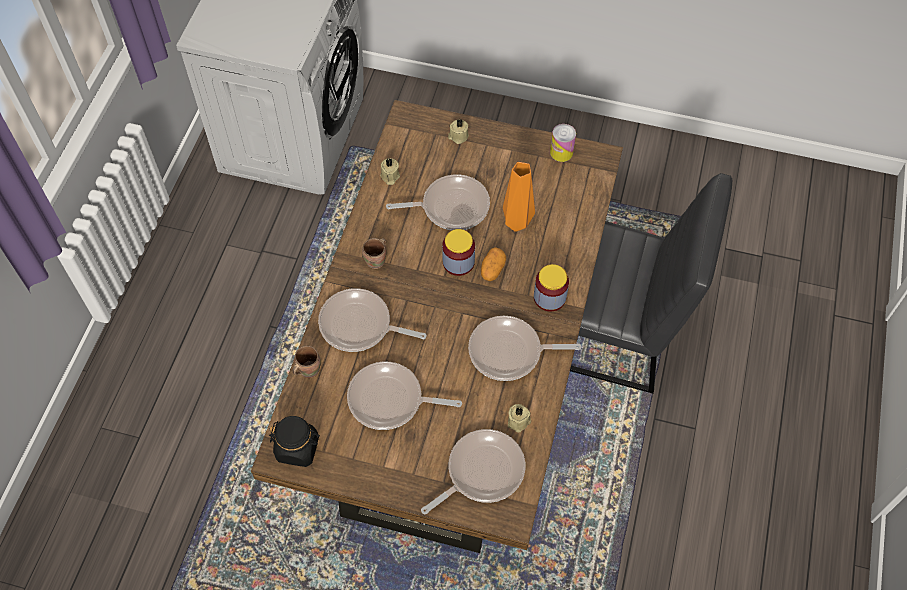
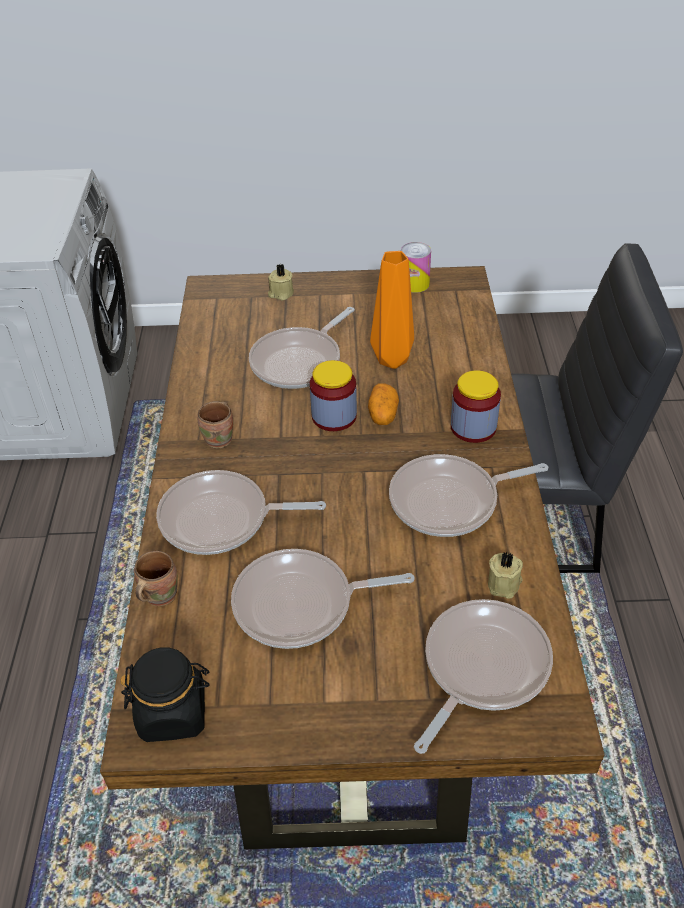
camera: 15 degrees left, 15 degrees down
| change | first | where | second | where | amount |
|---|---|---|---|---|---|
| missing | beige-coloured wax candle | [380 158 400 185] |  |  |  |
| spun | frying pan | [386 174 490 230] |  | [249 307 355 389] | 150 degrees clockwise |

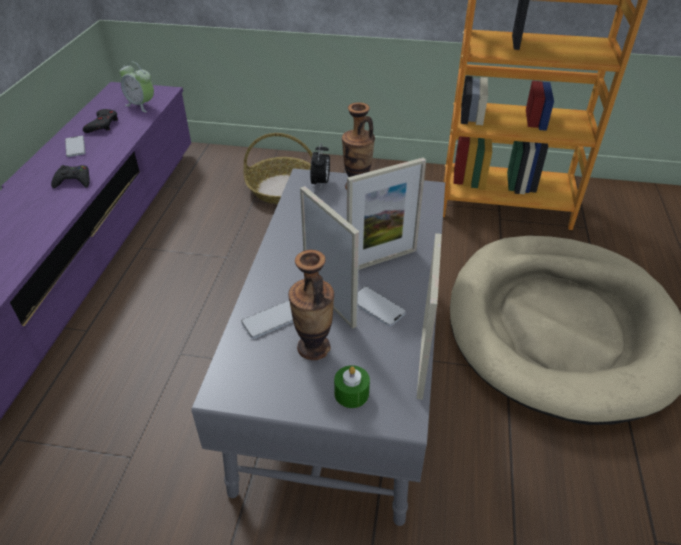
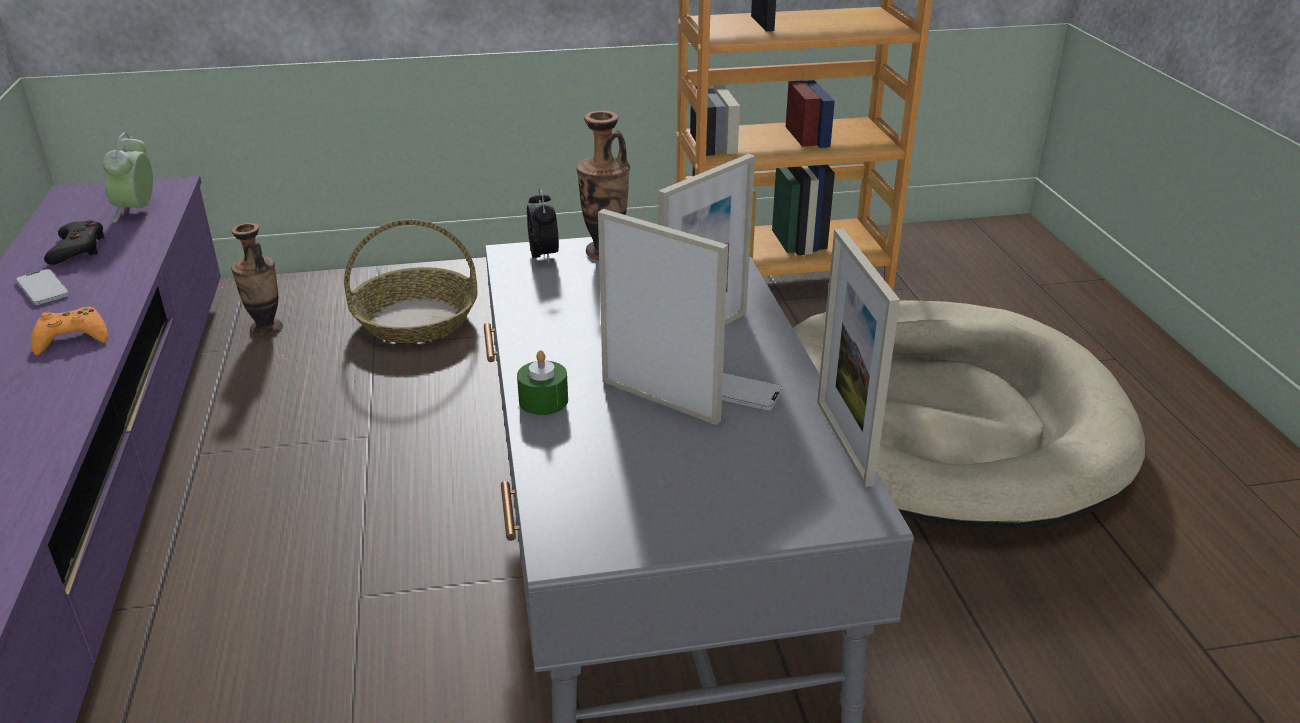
camera: 20 degrees left, 10 degrees down
| change | first | where | second | where | amount |
|---|---|---|---|---|---|
| spun | bedside clock | [120 61 154 112] |  | [103 133 153 223] | 75 degrees clockwise |
| colour | black gamepad | [51 165 90 189] | orange-coloured gamepad | [31 307 108 355] |  |
| relocated | vase | [288 250 334 360] |  | [231 223 283 337] |  |
| missing | phone | [241 300 293 339] |  |  |  |
| relocated | green wax candle | [334 365 370 408] |  | [517 350 568 415] |  |

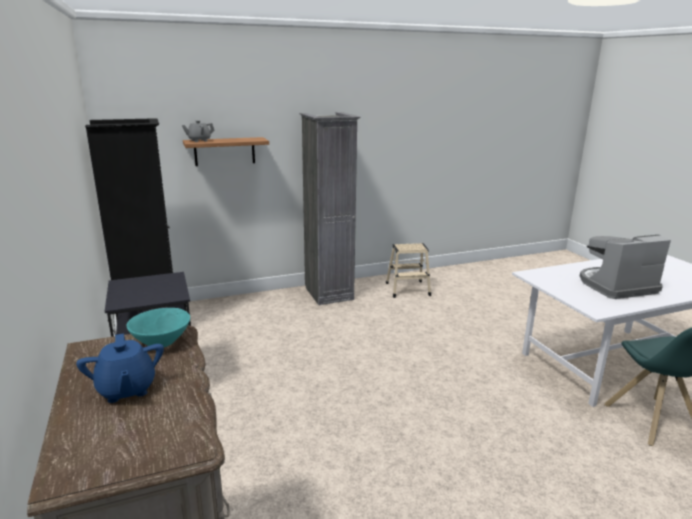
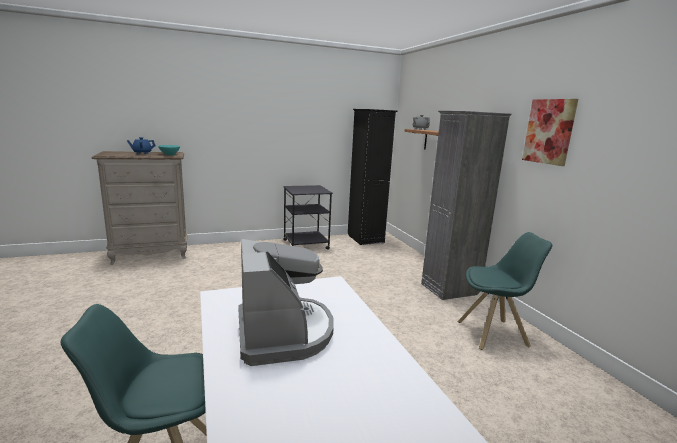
camera: 90 degrees right, 5 degrees down
| change | first | where | second | where | amount |
|---|---|---|---|---|---|
| exchanged | beige-coloured step ladder | [386 243 431 298] | turquoise-coloured upright chair | [457 232 552 350] |  |
| appeared |  |  | picture | [522 99 578 166] |  |

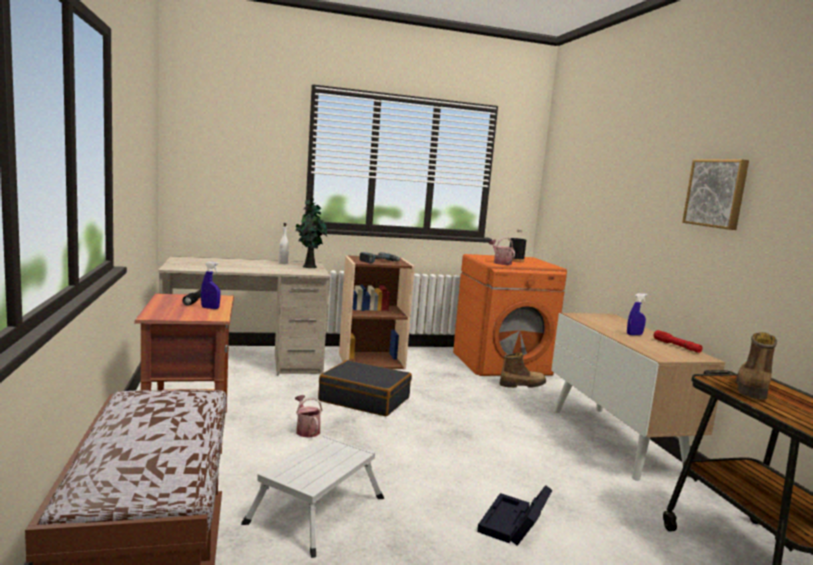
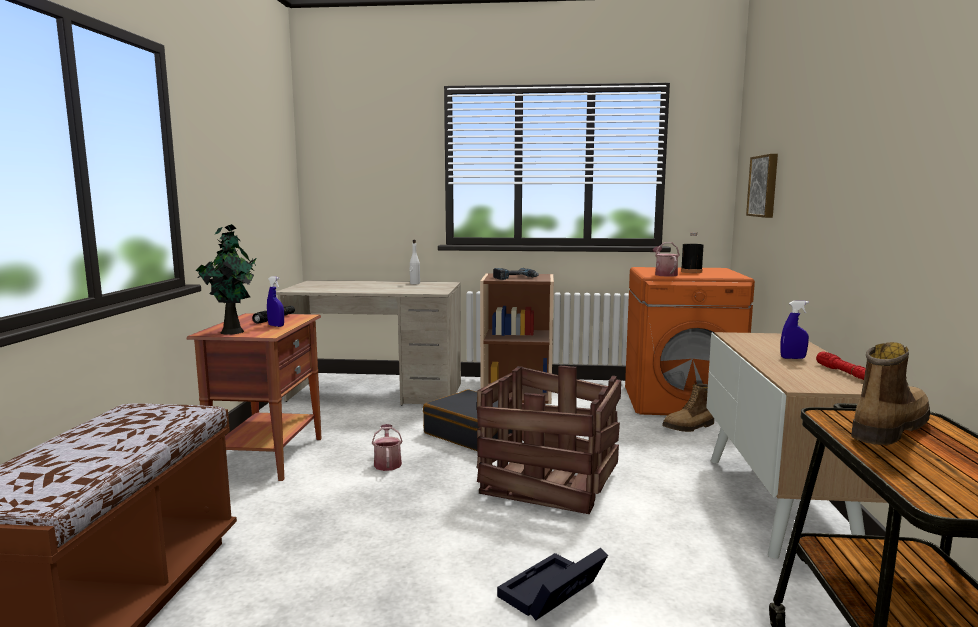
camera: 20 degrees right, 0 degrees up
| change | first | where | second | where | amount |
|---|---|---|---|---|---|
| relocated | picture | [682 159 749 230] |  | [746 154 778 218] |  |
| relocated | potted plant | [295 198 327 268] |  | [196 224 256 335] |  |
| spun | tall boot | [499 353 546 388] |  | [662 384 714 432] | 150 degrees clockwise |
| missing | white step ladder | [241 436 384 558] |  |  |  |
| appeared |  |  | packing crate | [477 365 621 514] |  |

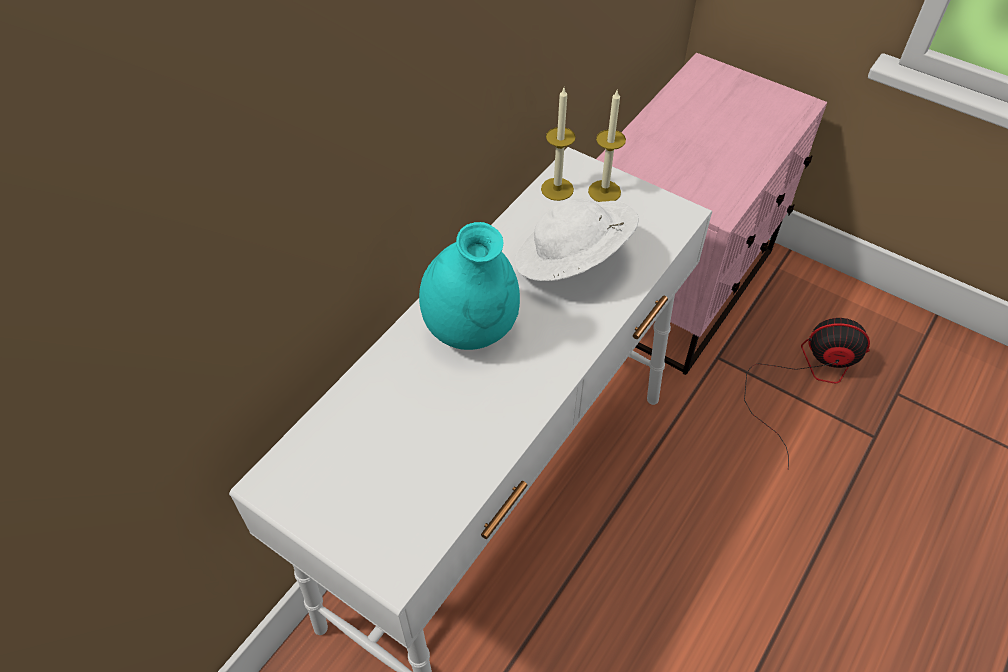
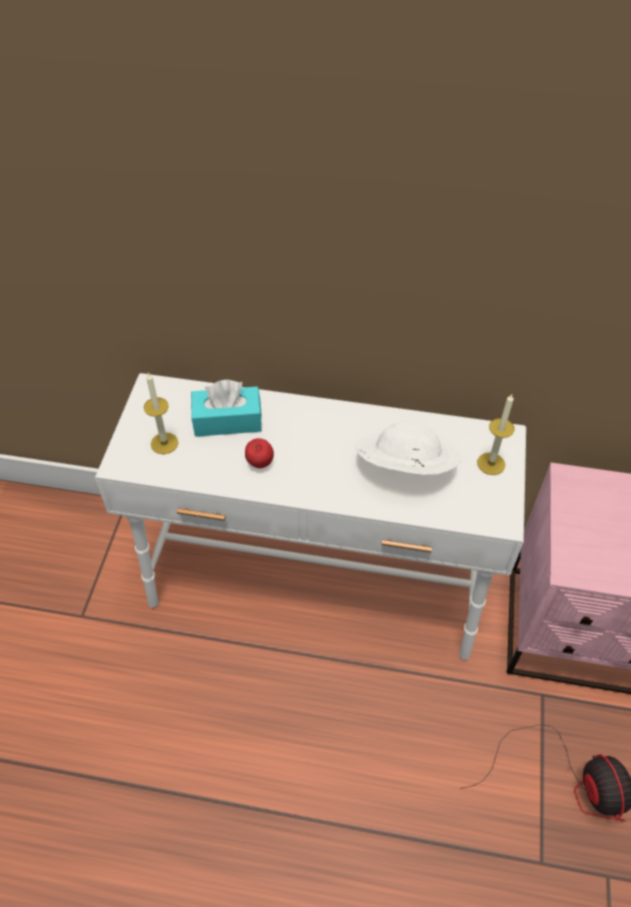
camera: 65 degrees right, 0 degrees up
| change | first | where | second | where | amount |
|---|---|---|---|---|---|
| relocated | wax candle | [541 88 576 201] |  | [144 373 178 454] |  |
| missing | turquoise-coloured vase | [419 222 520 350] |  |  |  |
| appeared |  |  | turquoise-coloured tissue box | [191 380 262 437] |  |
| appeared |  |  | apple fruit | [245 438 274 468] |  |

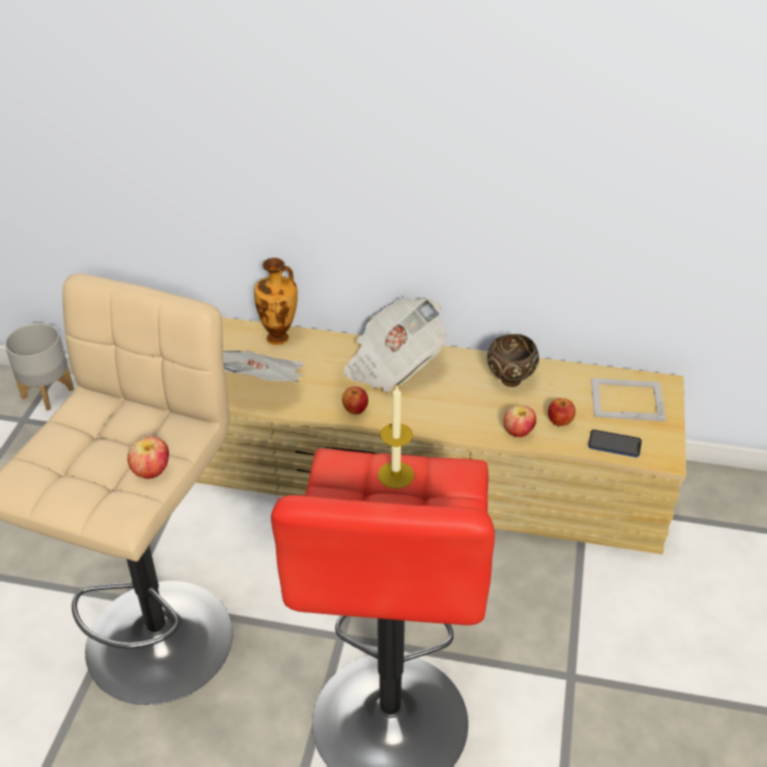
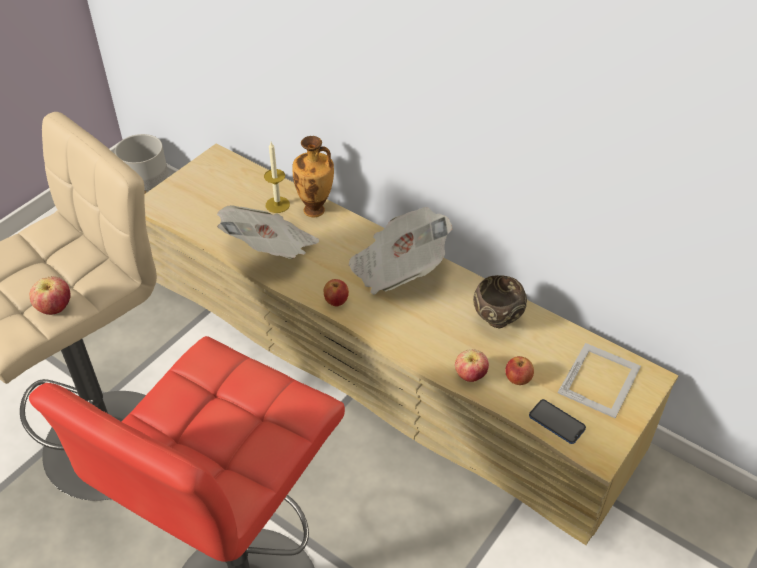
camera: 25 degrees right, 5 degrees up
| change | first | where | second | where | amount |
|---|---|---|---|---|---|
| spun | picture frame | [591 378 666 422] |  | [558 343 641 418] | 90 degrees clockwise |
| relocated | wax candle | [378 386 414 489] |  | [264 142 290 213] |  |

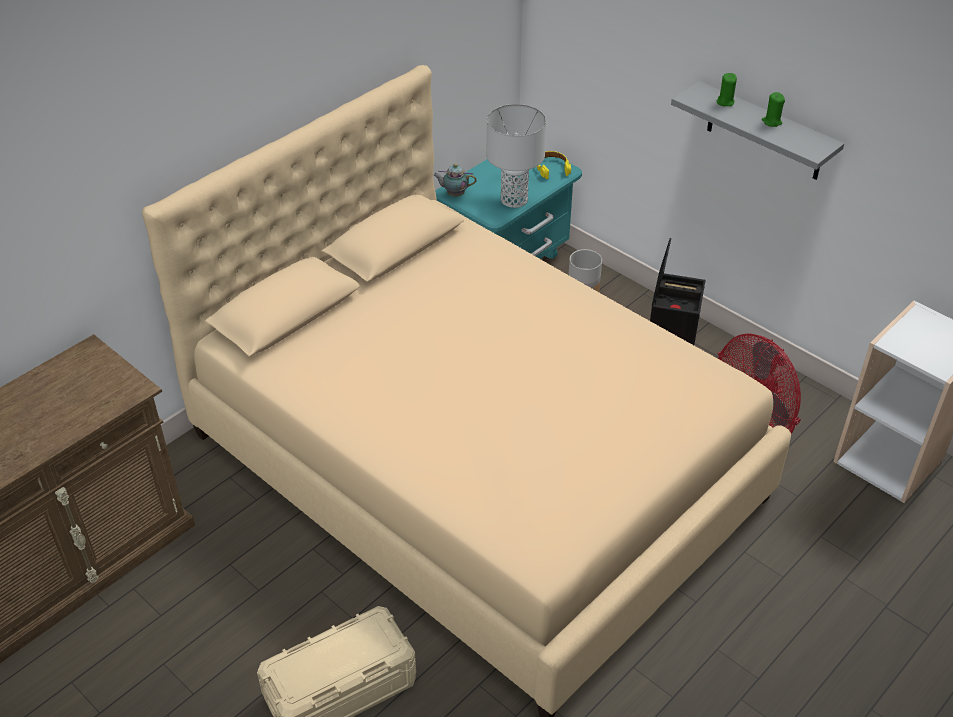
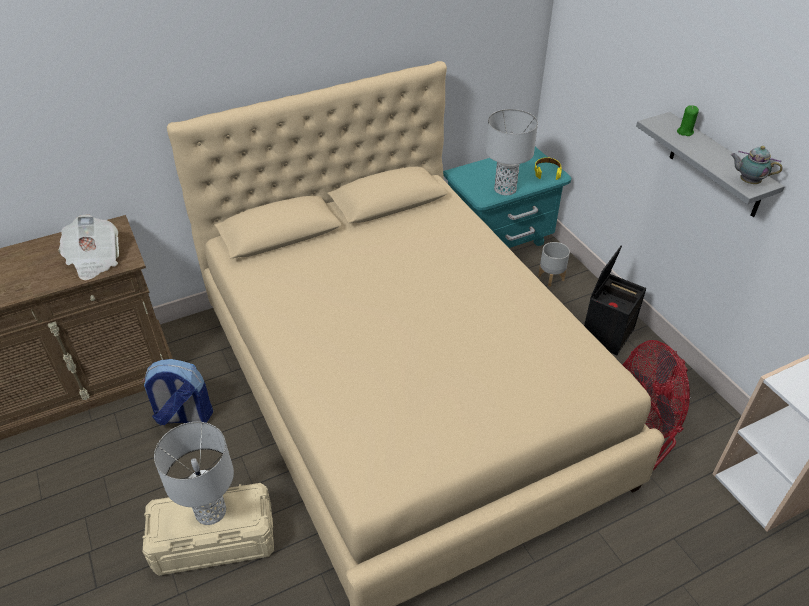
camera: 20 degrees right, 0 degrees up
| change | first | where | second | where | amount |
|---|---|---|---|---|---|
| missing | green wax candle | [762 92 785 127] |  |  |  |
| relocated | pot for tea | [433 164 477 197] |  | [731 146 783 184] |  |
| appeared |  |  | daily paper | [59 214 119 280] |  |
| appeared |  |  | rucksack | [142 359 213 425] |  |
| appeared |  |  | white tabletop lamp | [154 422 234 525] |  |

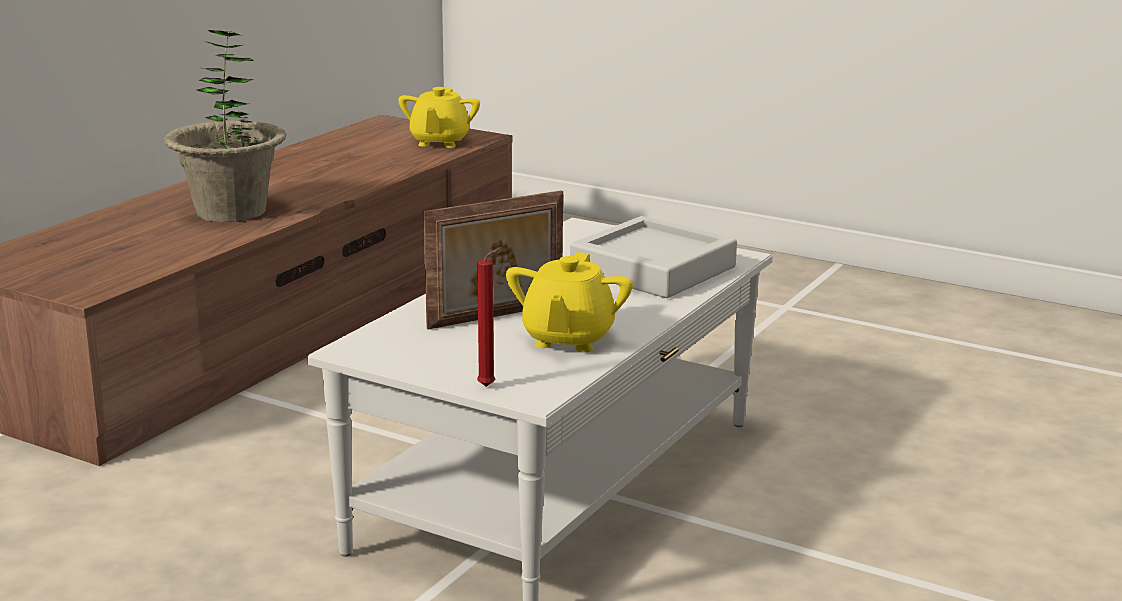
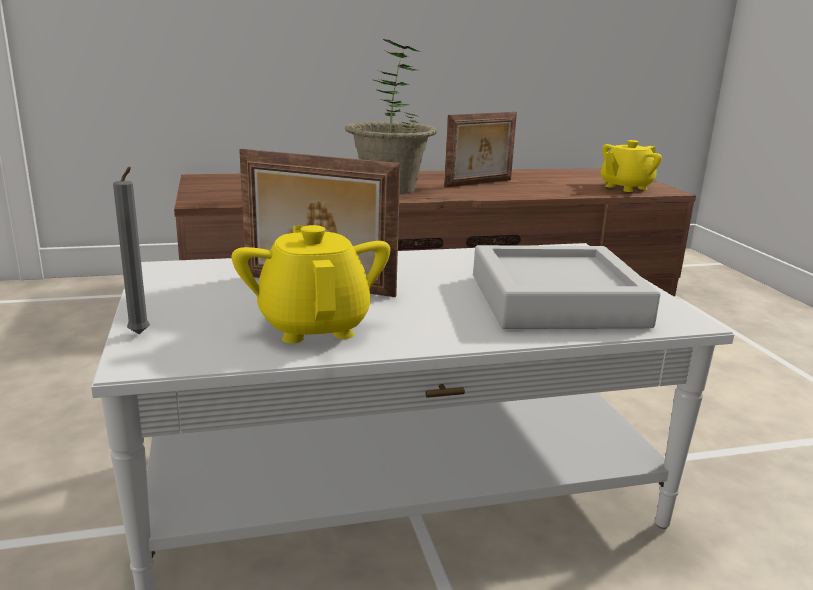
camera: 45 degrees right, 0 degrees up
| change | first | where | second | where | amount |
|---|---|---|---|---|---|
| colour | red wax candle | [477 248 501 387] | gray wax candle | [113 167 150 334] |  |
| spun | yellow-coloured pot for tea | [506 252 633 352] |  | [231 225 390 343] | 105 degrees clockwise |
| appeared |  |  | picture frame | [444 112 517 188] |  |

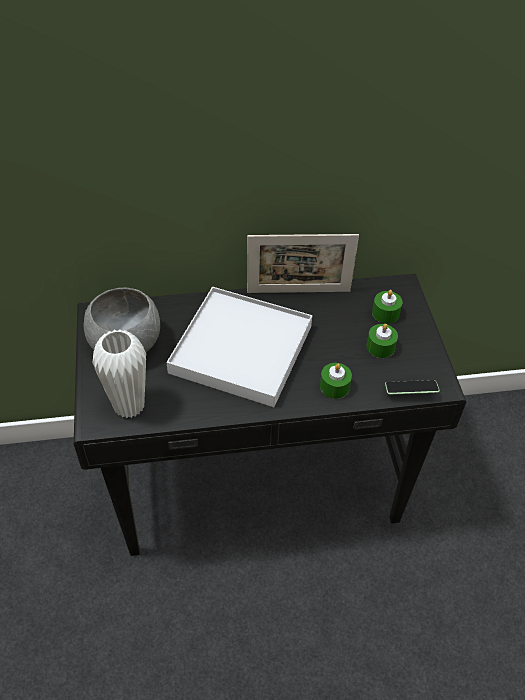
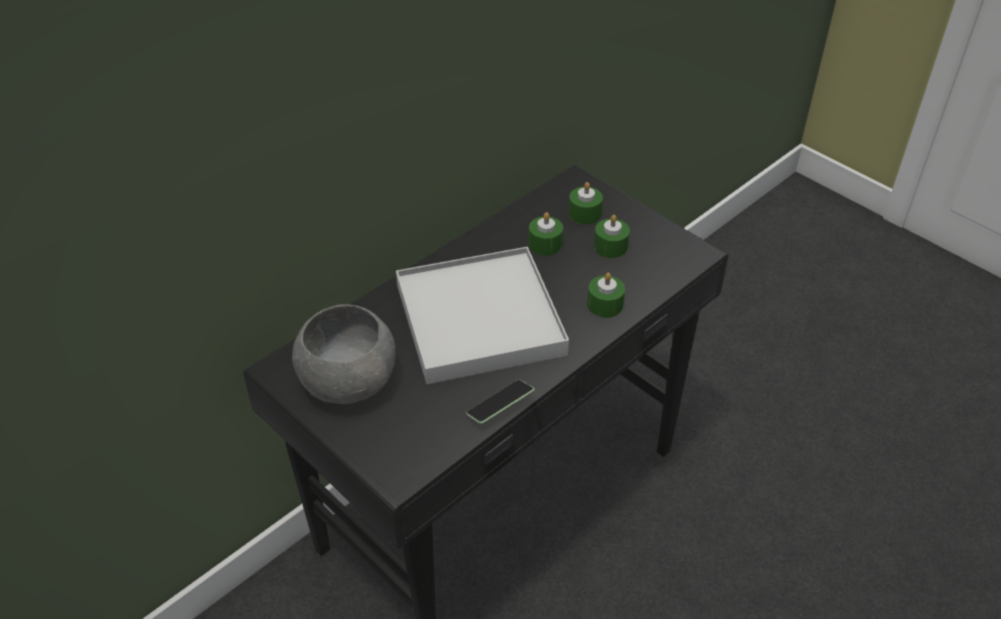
camera: 35 degrees left, 5 degrees down
| change | first | where | second | where | amount |
|---|---|---|---|---|---|
| missing | picture frame | [247 234 359 293] |  |  |  |
| missing | white vase | [93 329 146 419] |  |  |  |
| relocated | phone | [385 380 440 395] |  | [466 380 535 424] |  |
| appeared |  |  | green wax candle | [529 212 563 256] |  |

